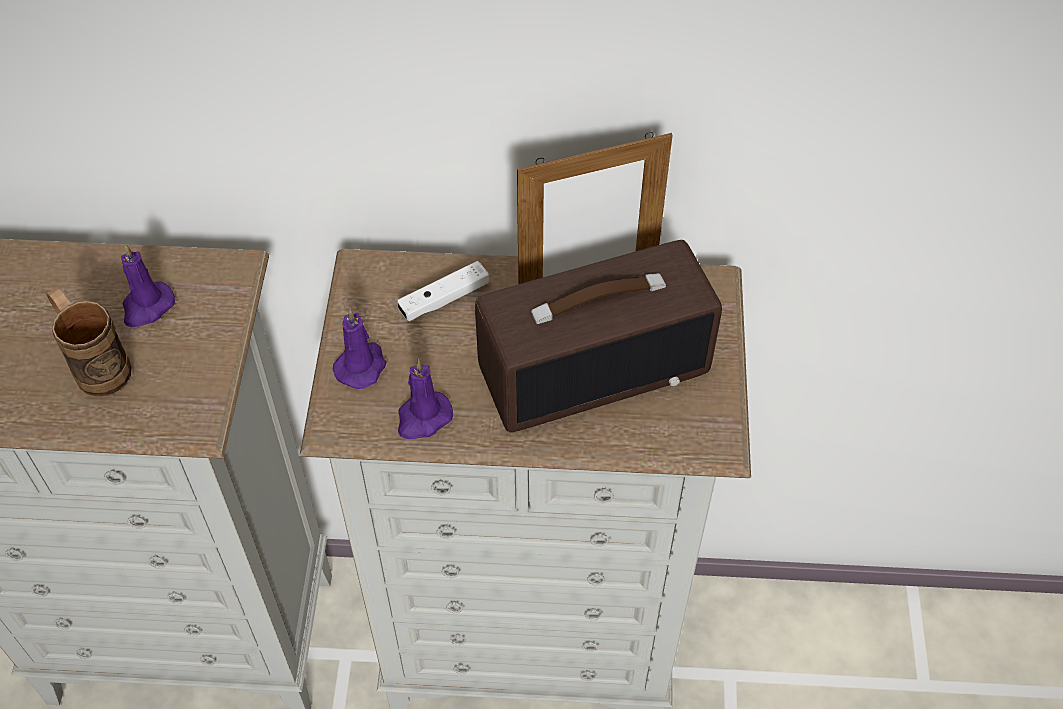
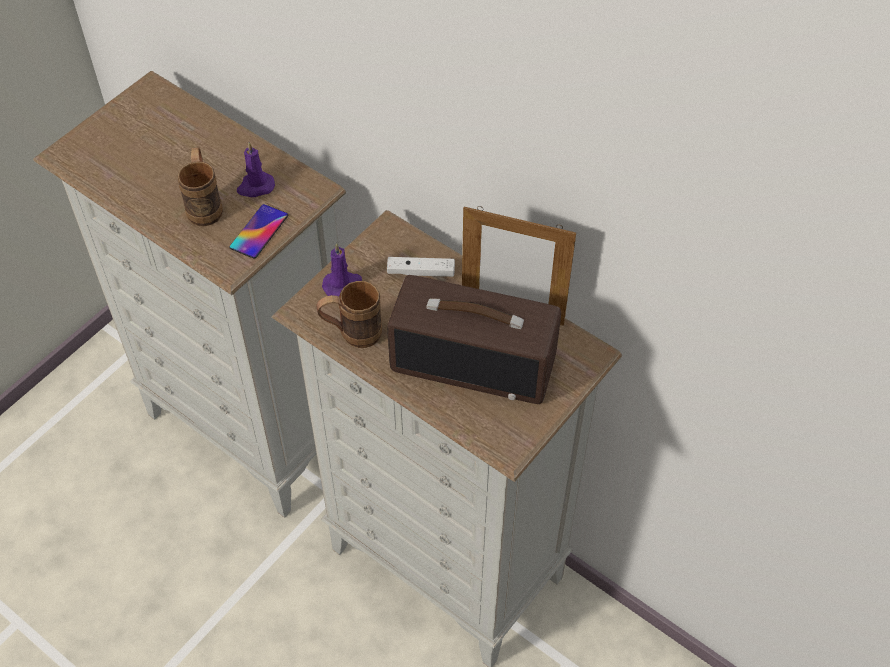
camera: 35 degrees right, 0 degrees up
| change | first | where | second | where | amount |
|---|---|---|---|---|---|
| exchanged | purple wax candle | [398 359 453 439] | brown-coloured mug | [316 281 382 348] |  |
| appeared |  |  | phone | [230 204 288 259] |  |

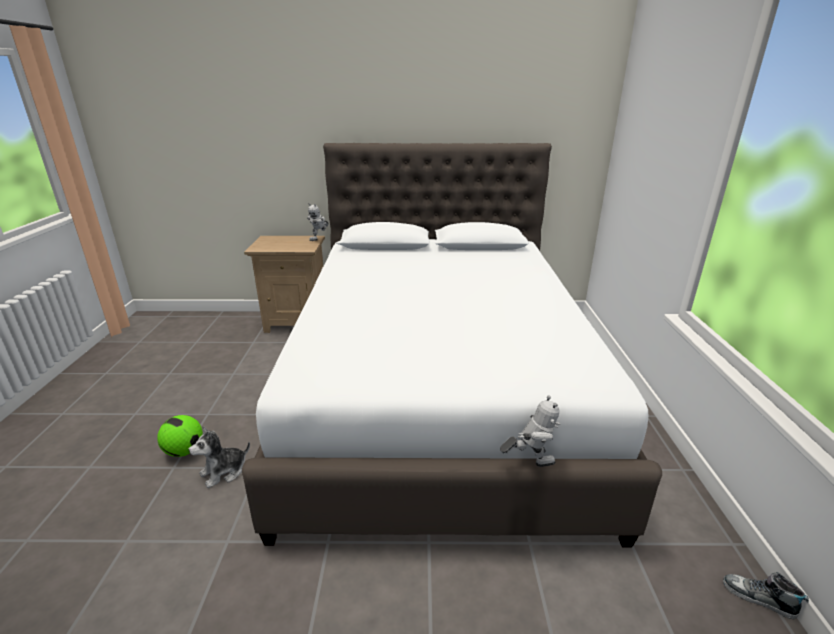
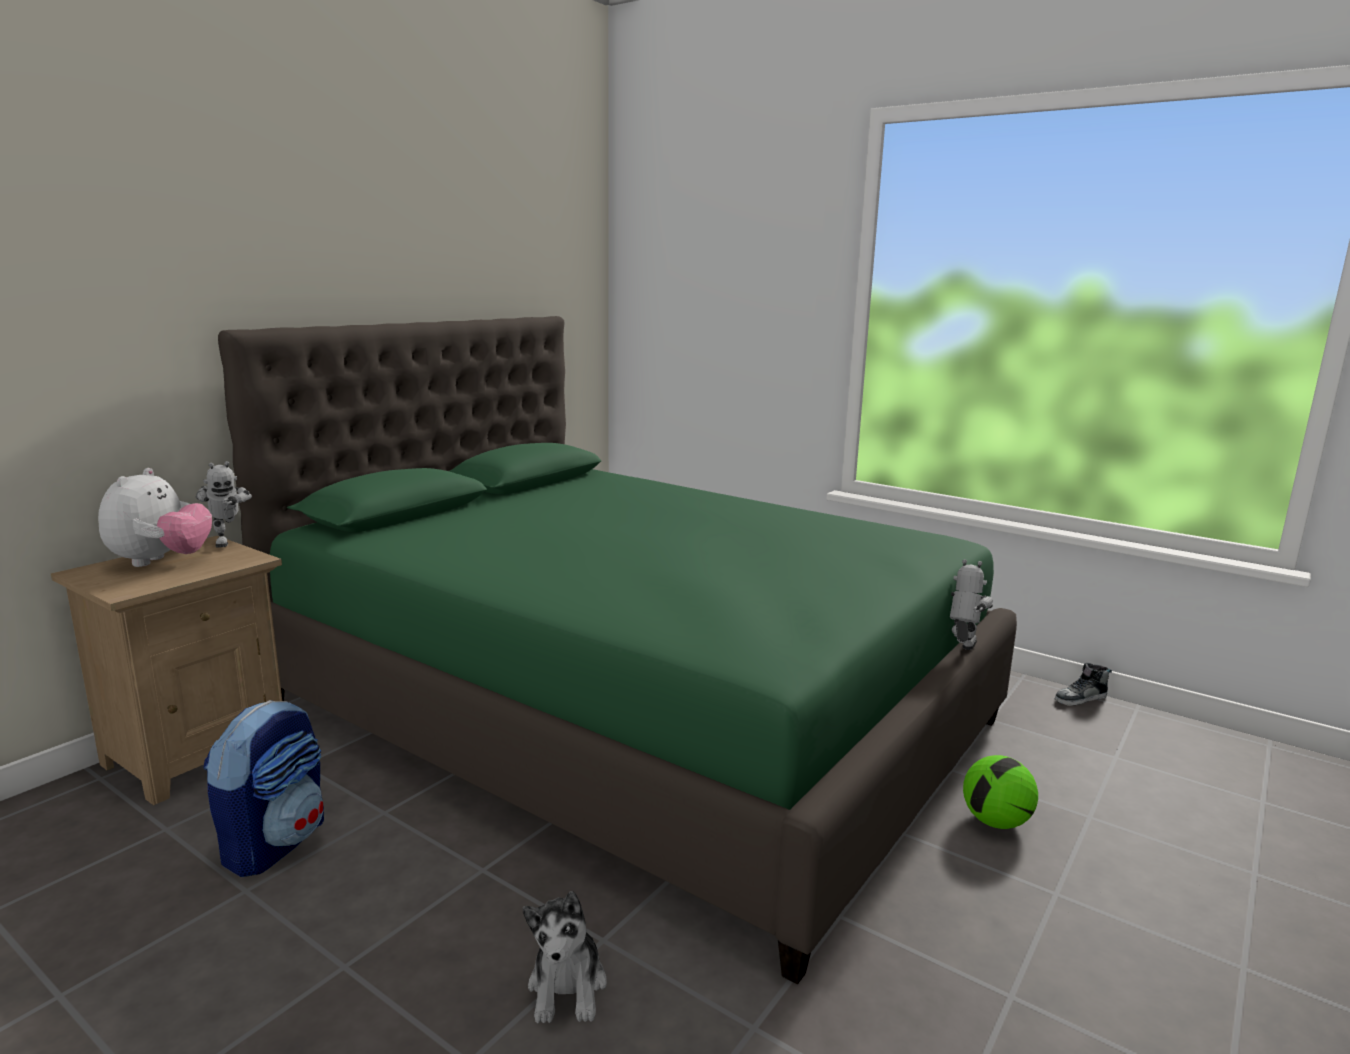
camera: 55 degrees left, 10 degrees down
| change | first | where | second | where | amount |
|---|---|---|---|---|---|
| colour | white sleeping bed | [242 143 662 548] | green sleeping bed | [218 316 1017 985] |  |
| relocated | football ball | [157 415 203 457] |  | [963 755 1038 829] |  |
| appeared |  |  | soft toy | [98 468 212 567] |  |
| appeared |  |  | rucksack | [203 700 324 877] |  |

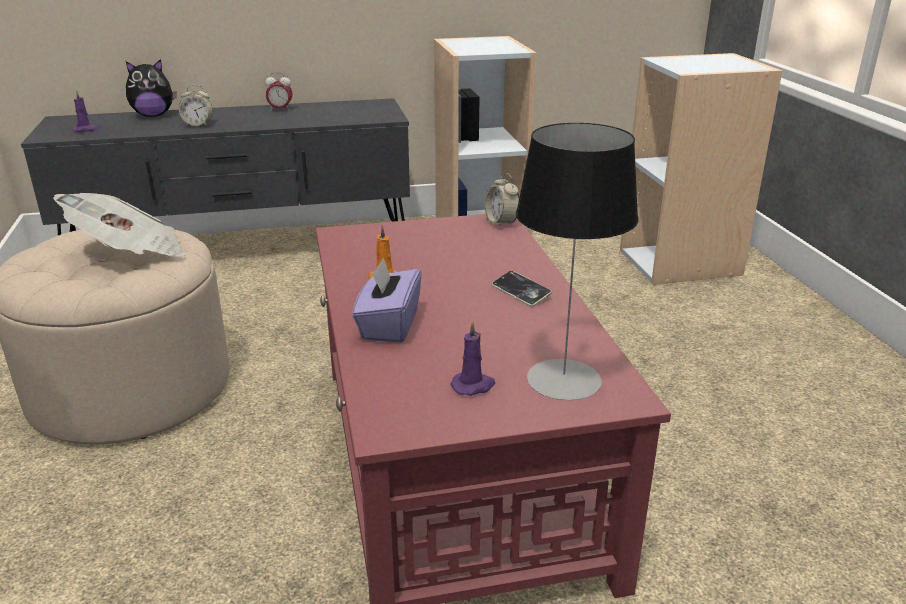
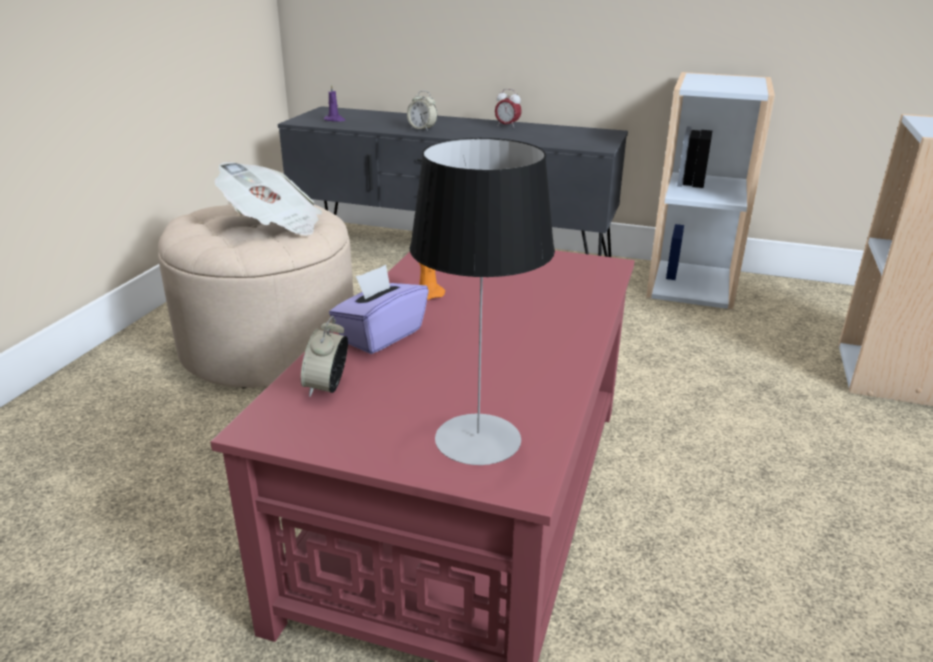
camera: 30 degrees right, 0 degrees up
| change | first | where | second | where | amount |
|---|---|---|---|---|---|
| missing | soft toy | [126 59 177 117] |  |  |  |
| relocated | bedside clock | [485 173 519 228] |  | [301 316 348 397] |  |
| missing | phone | [492 271 552 307] |  |  |  |
| missing | purple wax candle | [451 321 496 396] |  |  |  |

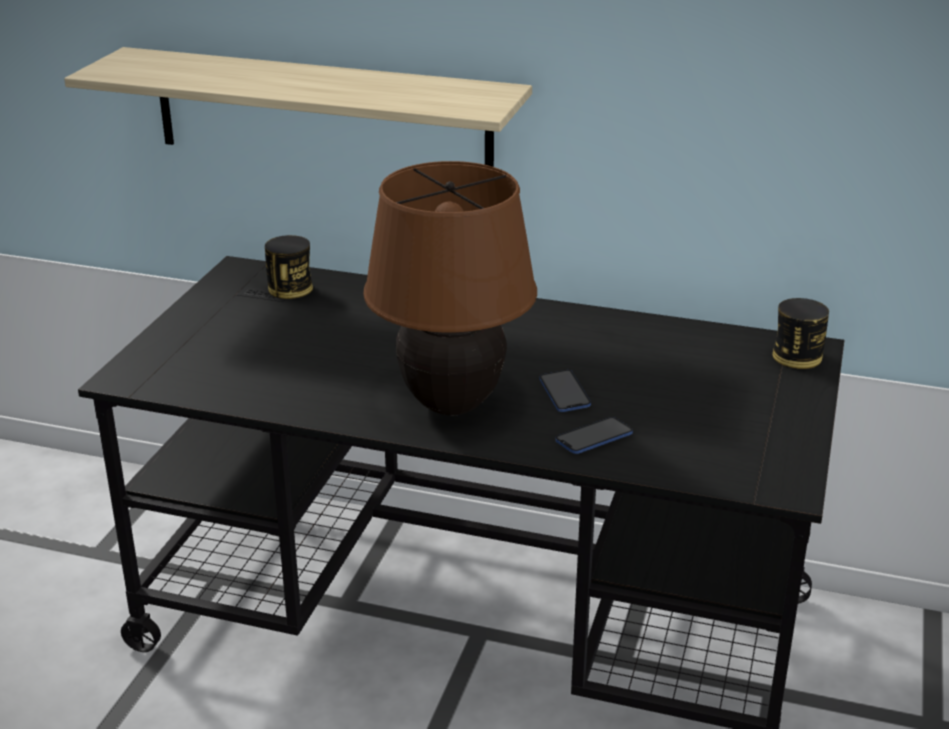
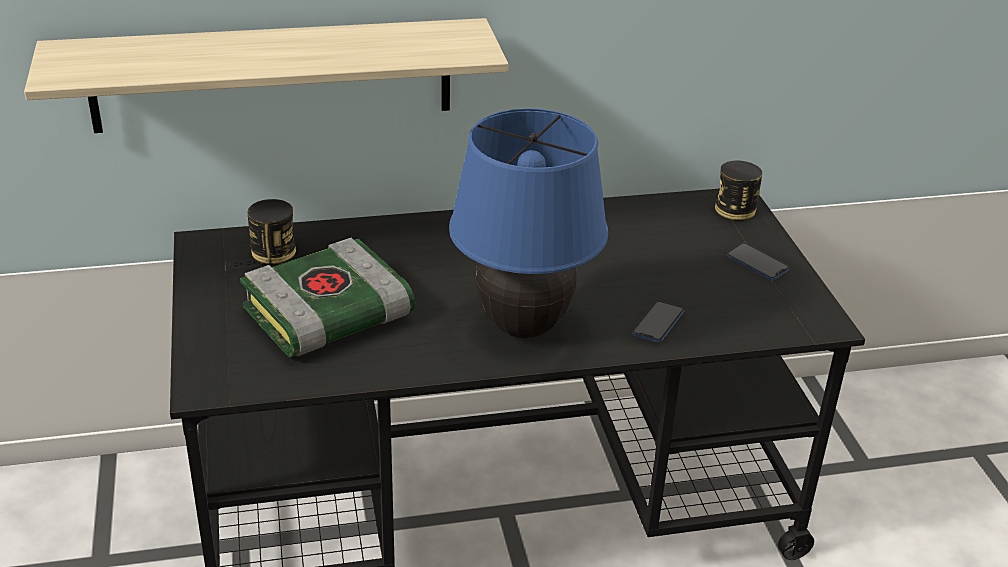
camera: 30 degrees left, 5 degrees up
| change | first | where | second | where | amount |
|---|---|---|---|---|---|
| colour | brown-coloured tabletop lamp | [363 161 537 416] | bluish tabletop lamp | [449 108 608 338] |  |
| relocated | phone | [539 370 591 412] |  | [727 243 789 280] |  |
| appeared |  |  | bound book | [240 238 415 357] |  |

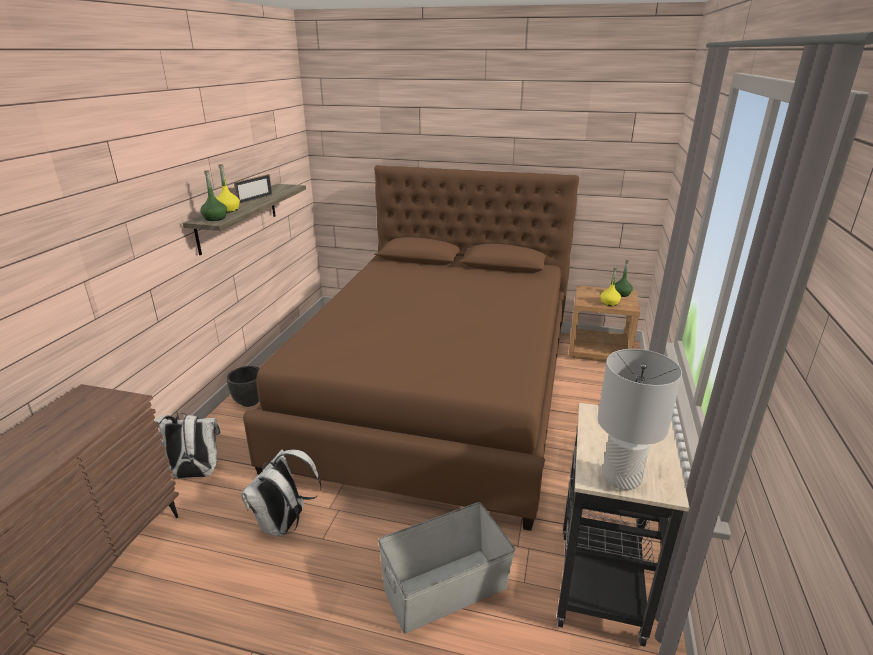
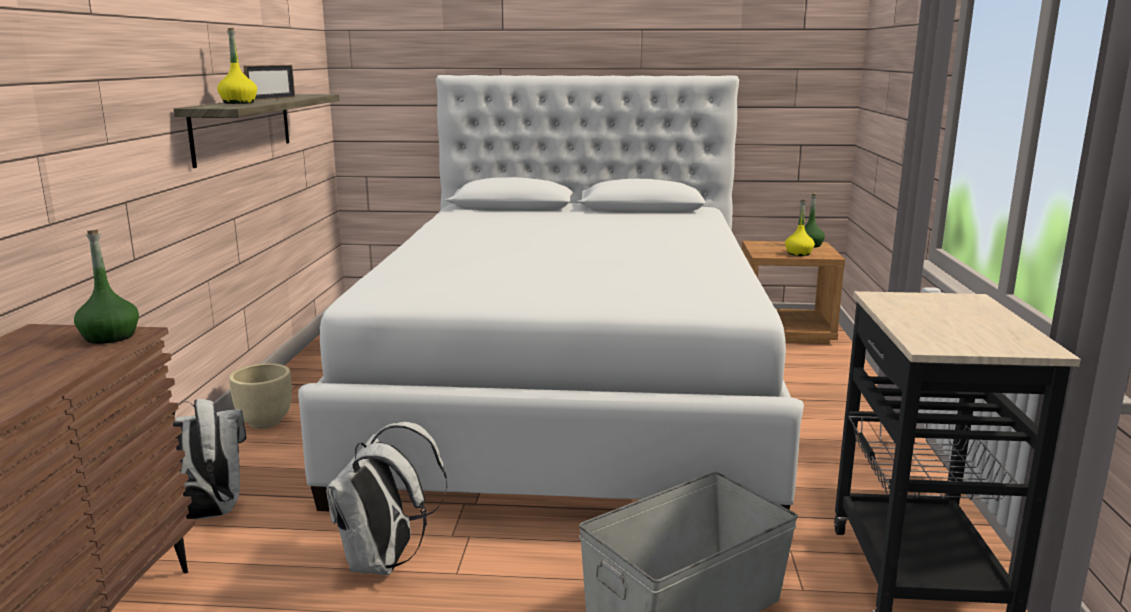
camera: 10 degrees left, 10 degrees down
| change | first | where | second | where | amount |
|---|---|---|---|---|---|
| colour | brown-coloured sleeping bed | [243 165 579 531] | white sleeping bed | [298 75 804 511] |  |
| relocated | green drink bottle | [200 170 227 221] |  | [74 230 139 344] |  |
| missing | gray tabletop lamp | [598 349 682 490] |  |  |  |
| colour | black plant pot | [227 366 260 407] | beige-coloured plant pot | [229 363 292 429] |  |

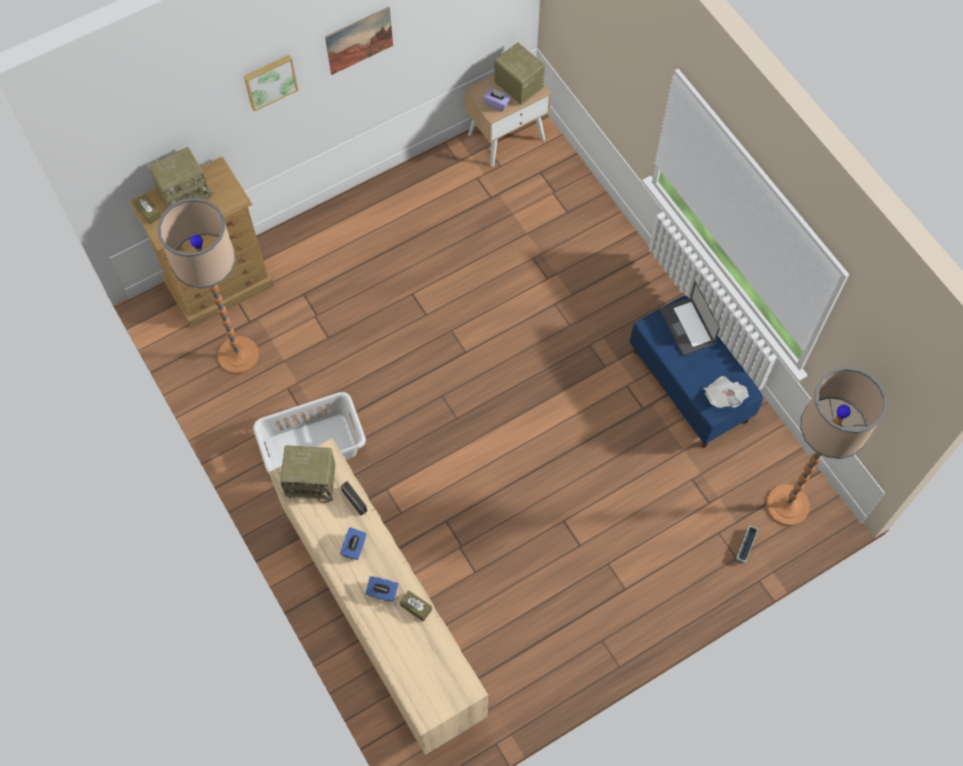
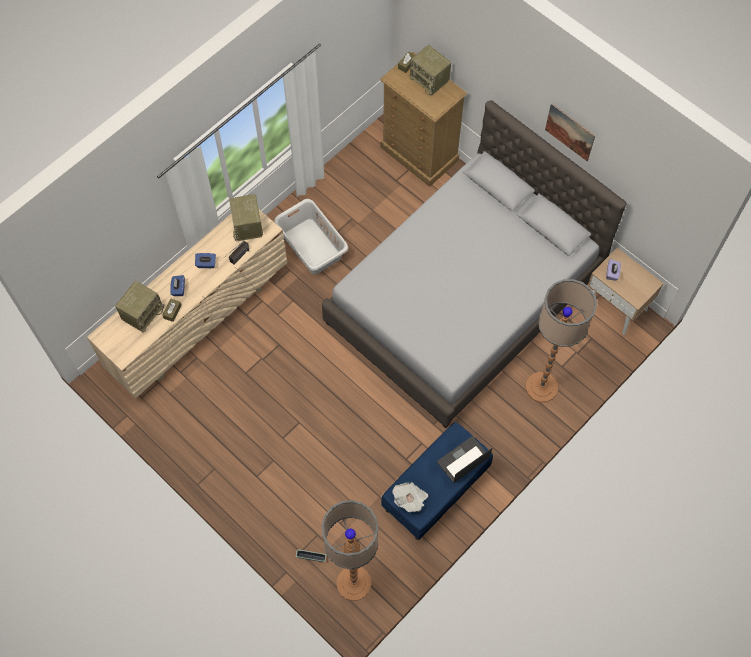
camera: 75 degrees right, 0 degrees up
| change | first | where | second | where | amount |
|---|---|---|---|---|---|
| relocated | radio receiver | [494 43 545 105] |  | [115 281 164 332] |  |
| missing | picture | [244 55 298 112] |  |  |  |
| relocated | floor lamp | [157 198 259 374] |  | [526 279 597 402] |  |
| appeared |  |  | gray sleeping bed | [322 100 627 428] |  |

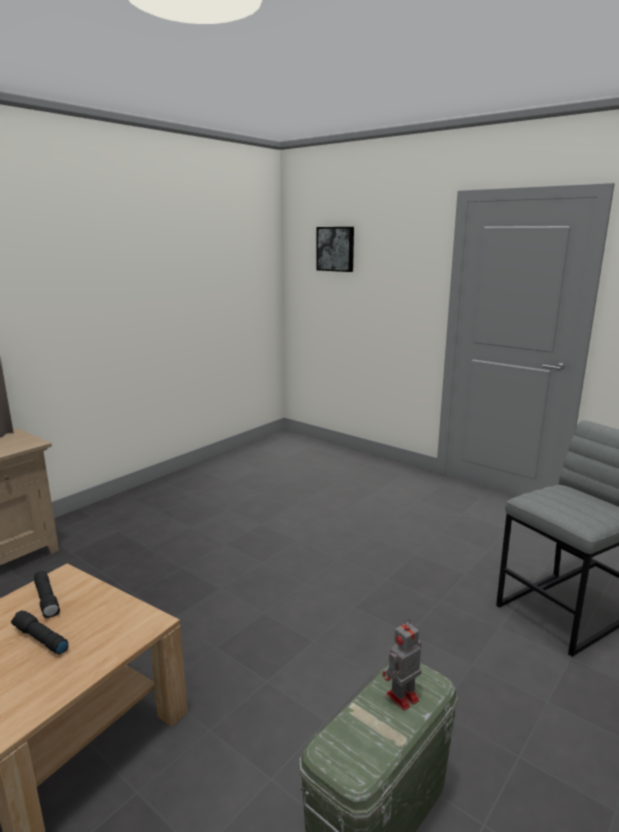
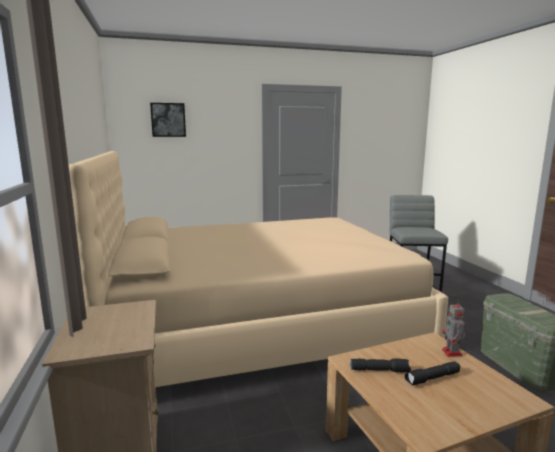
camera: 55 degrees left, 5 degrees down
| change | first | where | second | where | amount |
|---|---|---|---|---|---|
| relocated | model robot | [383 619 422 710] |  | [442 300 465 357] |  |
| appeared |  |  | beige-coloured sleeping bed | [69 151 448 387] |  |

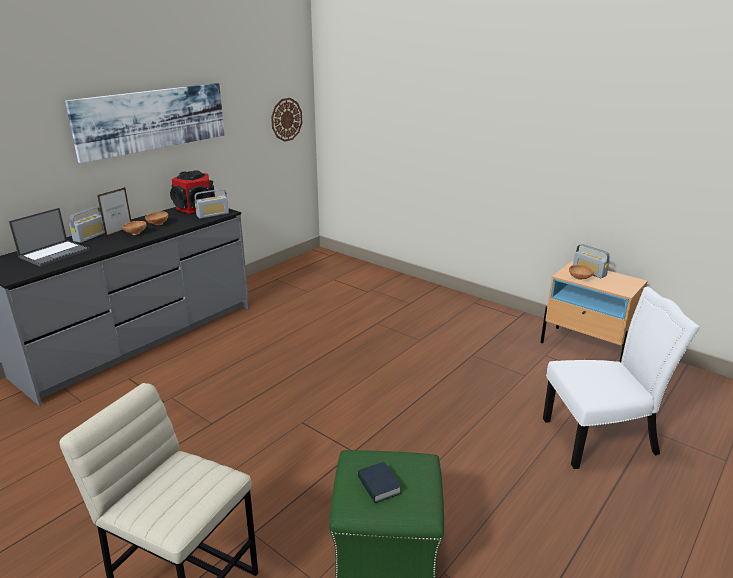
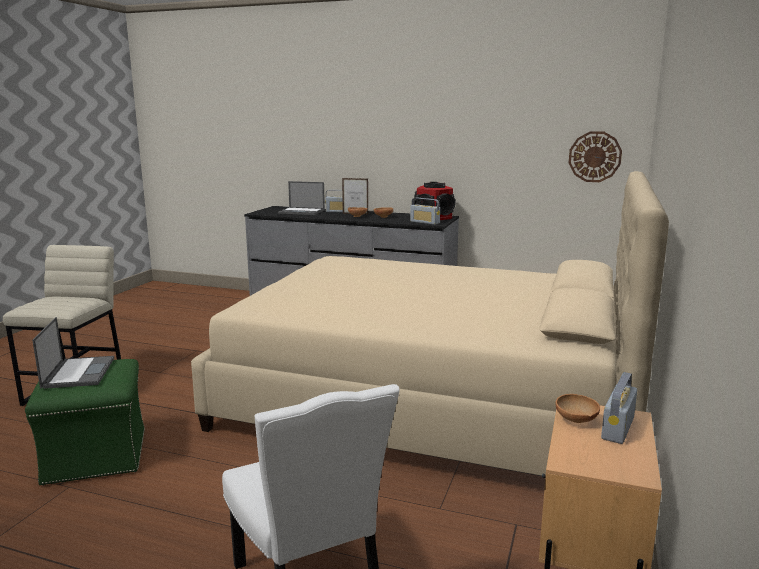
camera: 70 degrees right, 10 degrees down
| change | first | where | second | where | amount |
|---|---|---|---|---|---|
| missing | picture | [65 83 225 163] |  |  |  |
| exchanged | bound book | [357 462 401 503] | portable computer | [32 317 114 389] |  |
| appeared |  |  | beige-coloured sleeping bed | [191 171 669 476] |  |

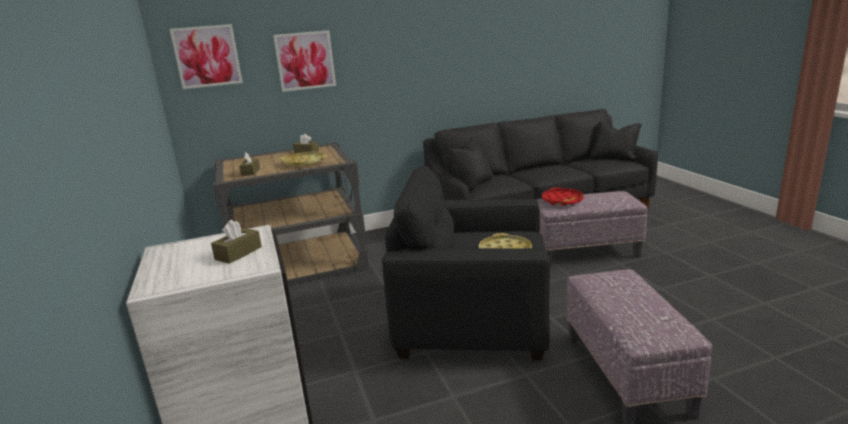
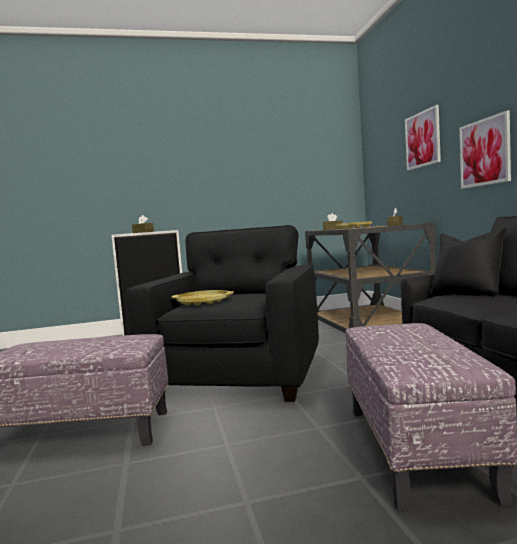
camera: 95 degrees right, 15 degrees down
| change | first | where | second | where | amount |
|---|---|---|---|---|---|
| relocated | picture | [170 24 243 89] |  | [459 110 511 189] |  |
| missing | red tray | [542 187 583 206] |  |  |  |

